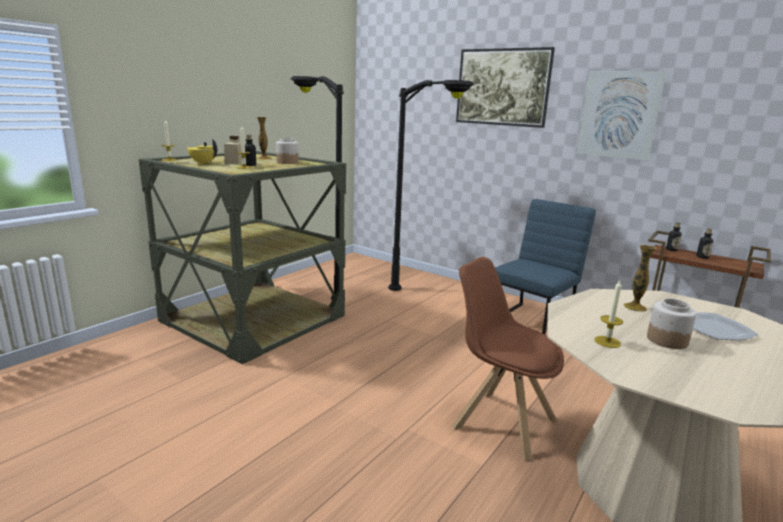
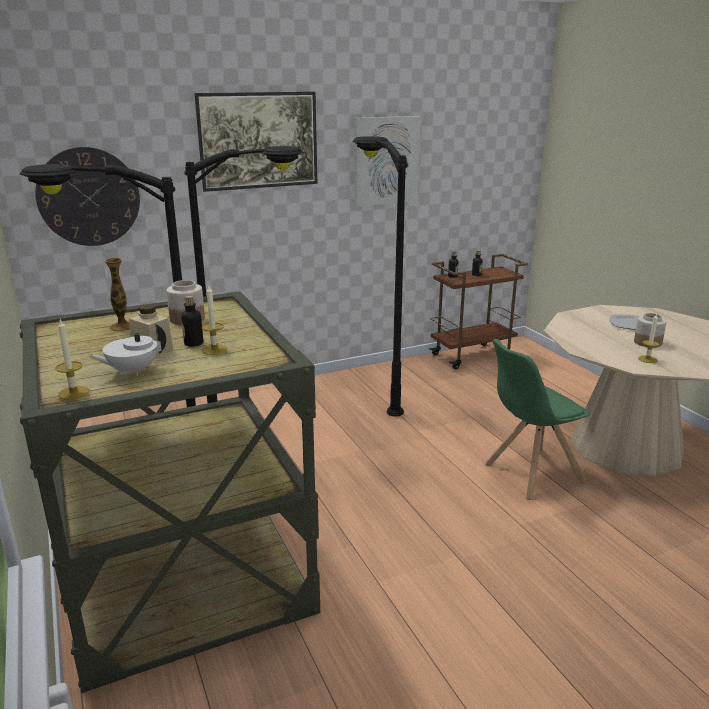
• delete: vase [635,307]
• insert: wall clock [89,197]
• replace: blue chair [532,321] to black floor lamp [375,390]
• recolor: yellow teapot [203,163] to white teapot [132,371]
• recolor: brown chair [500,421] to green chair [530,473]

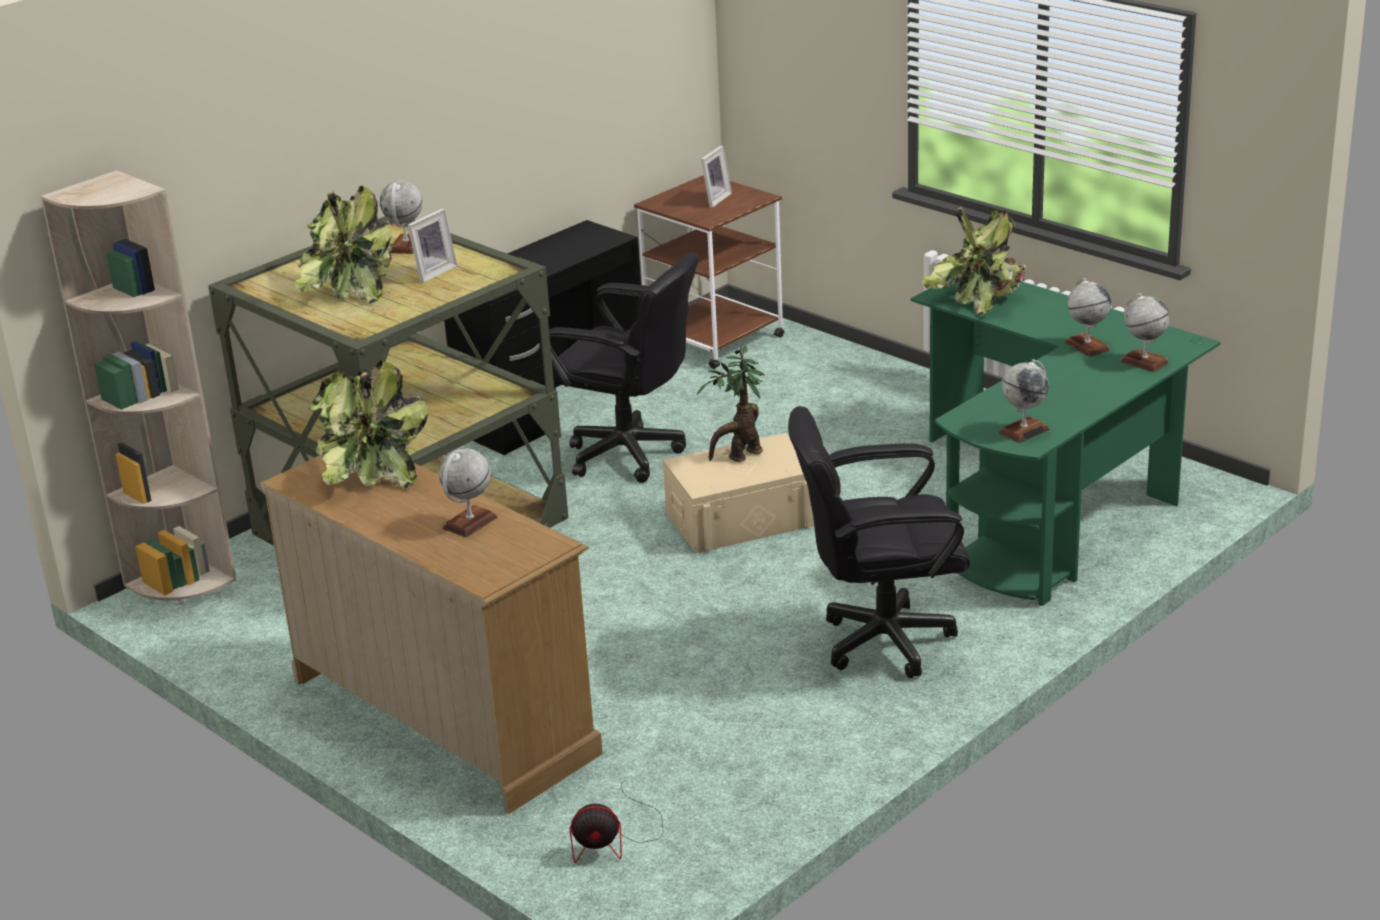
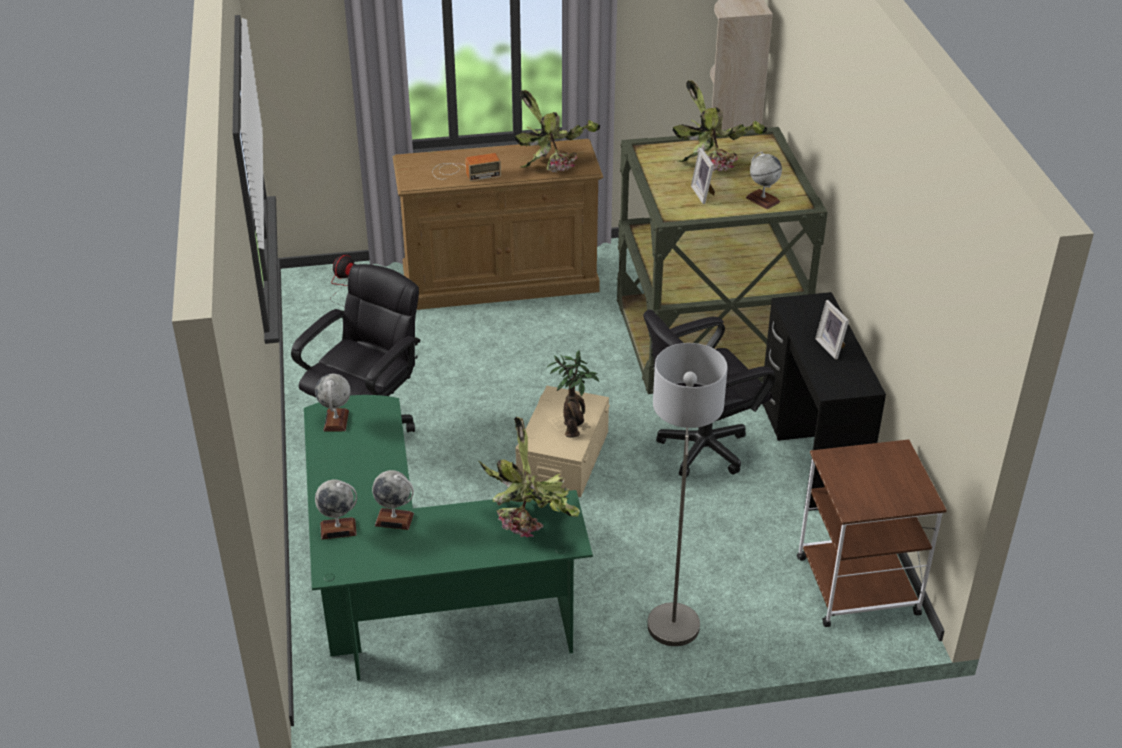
• insert: grey floor lamp [673,614]
• move: picture frame [714,199] to [832,347]
• replace: globe [470,523] to radio [464,172]

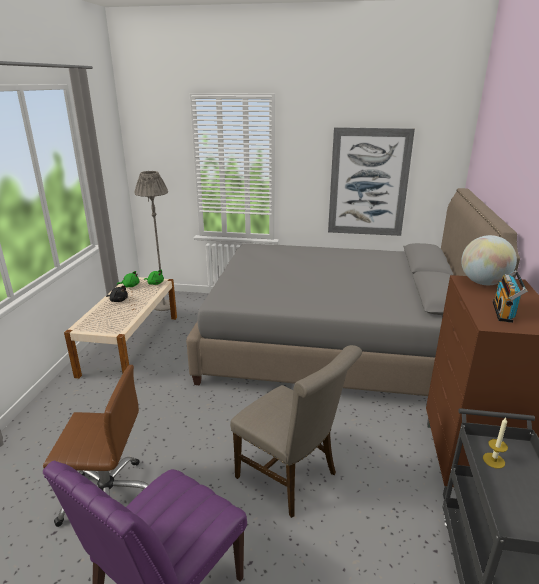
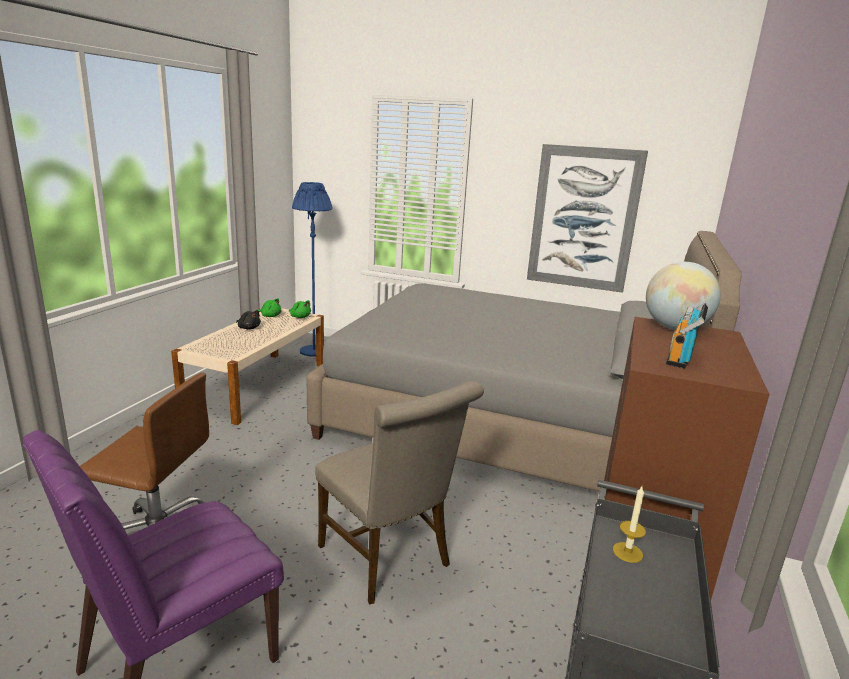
• recolor: grey floor lamp [164,305] to blue floor lamp [314,351]

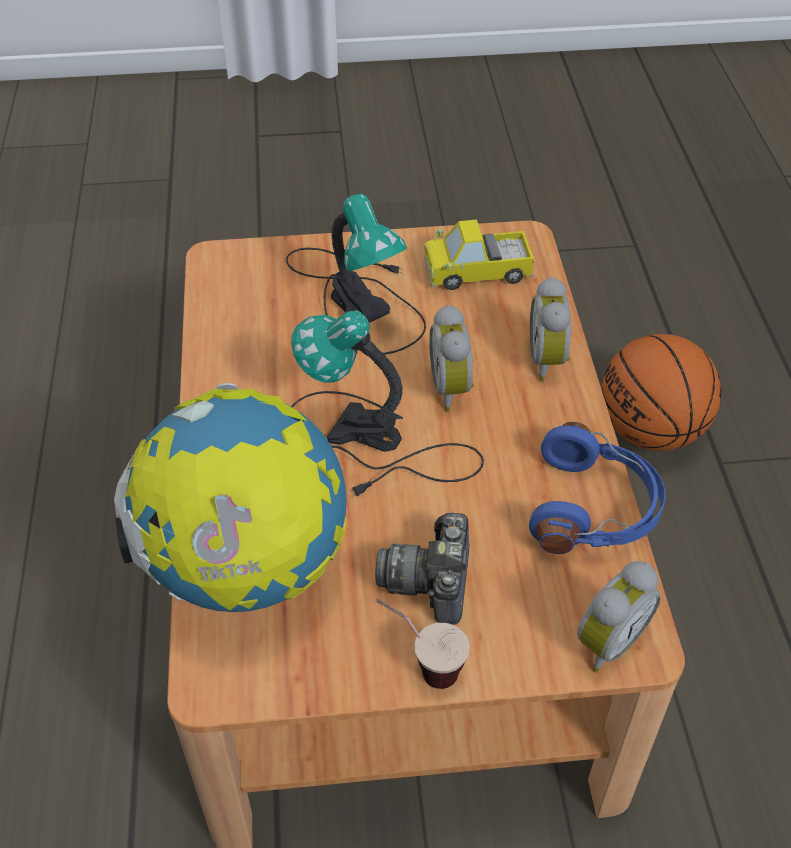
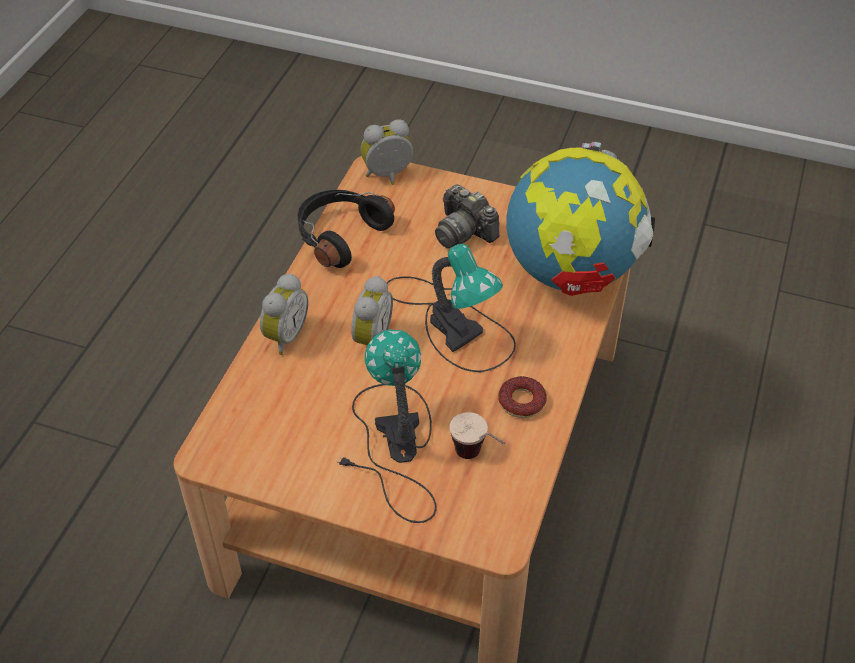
• delete: toy truck [477,273]
• delete: basketball [651,430]
• insert: donut [521,401]
• move: cup [420,665] to [477,459]
• recolor: blue headphones [594,509] to black headphones [339,235]
• rotate: photo camera [431,581] = [464,231] 105 degrees clockwise

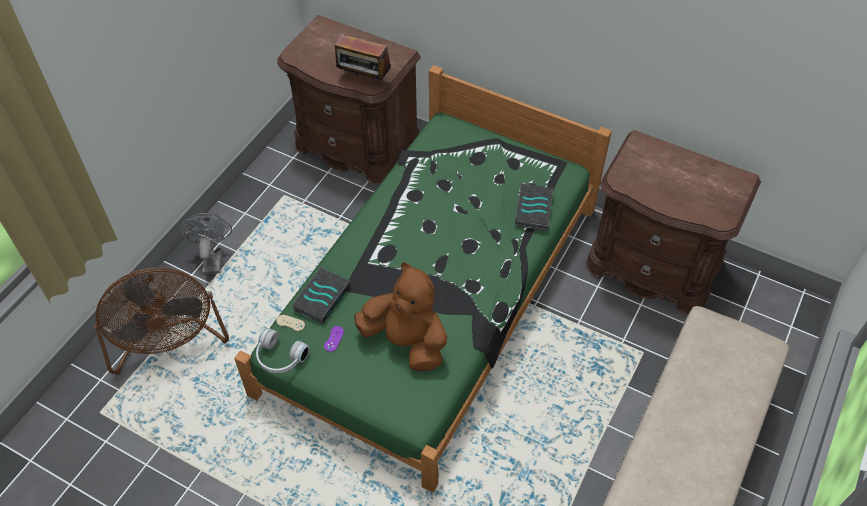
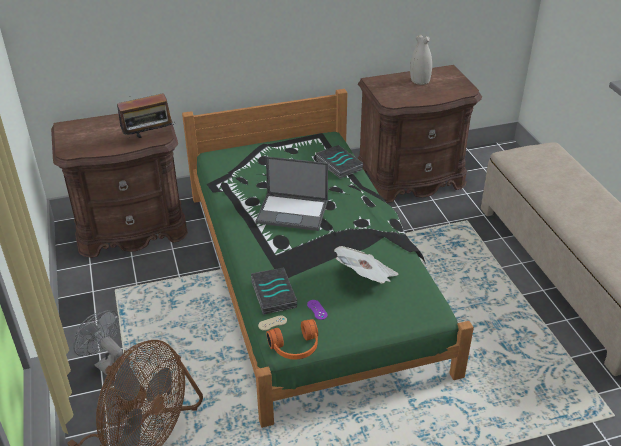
• insert: laptop [293,212]
• insert: white vase [419,80]
• replace: brown plush toy [406,342] to newspaper [366,277]
• recolor: white headphones [279,358] to orange headphones [296,348]

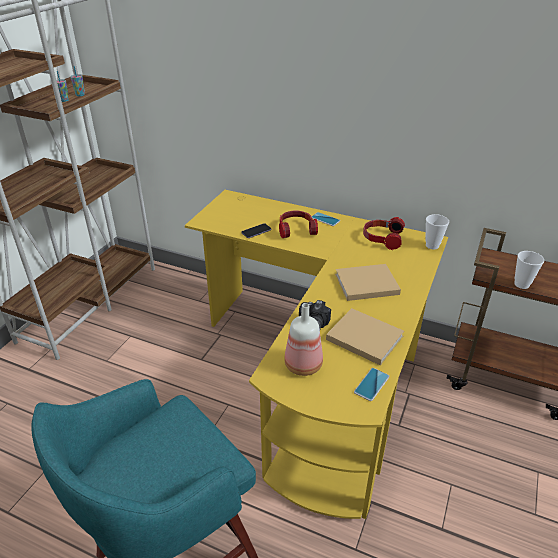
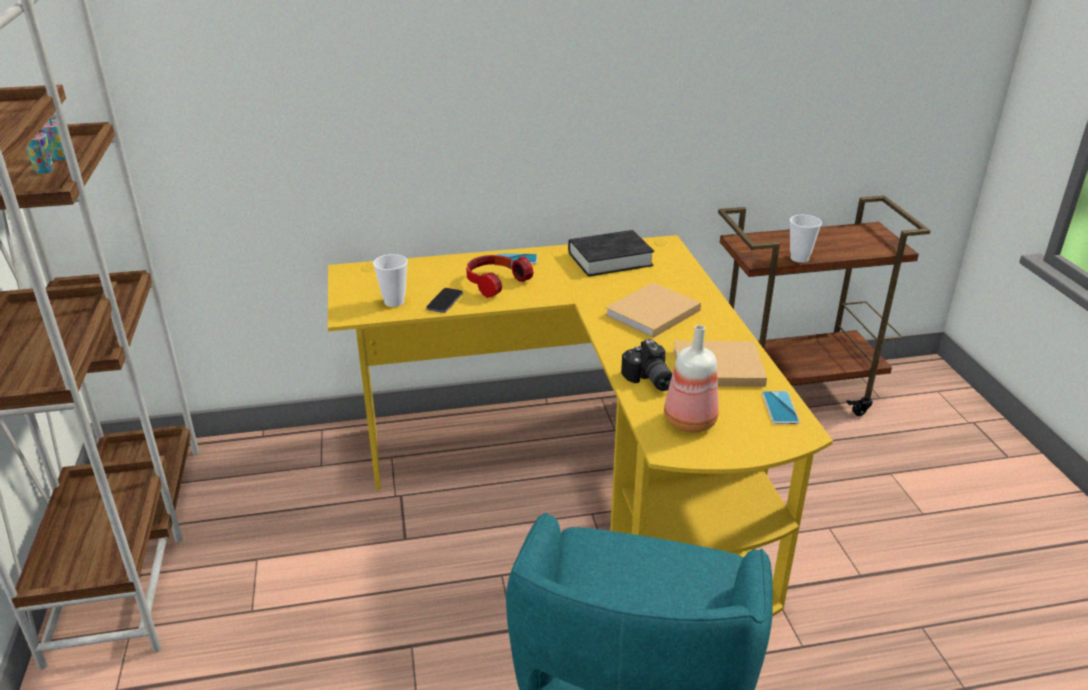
• move: cup [432,245] to [394,302]
• replace: headphones [382,238] to black book [610,259]

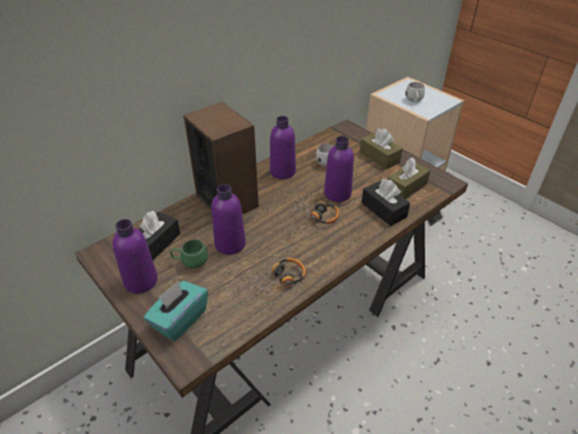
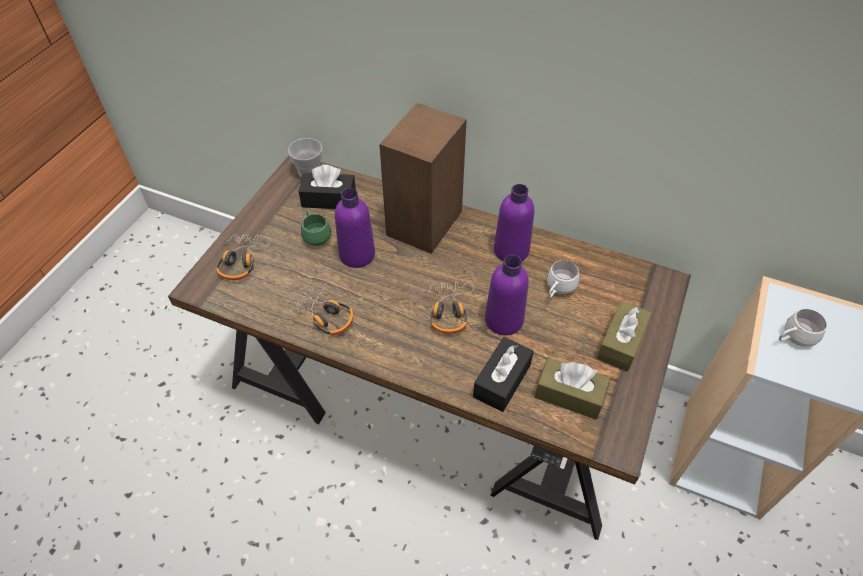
• delete: purple bottle [141,281]
• insert: cup [309,171]
• replace: turquoise tissue box [179,319] to headphones [241,261]

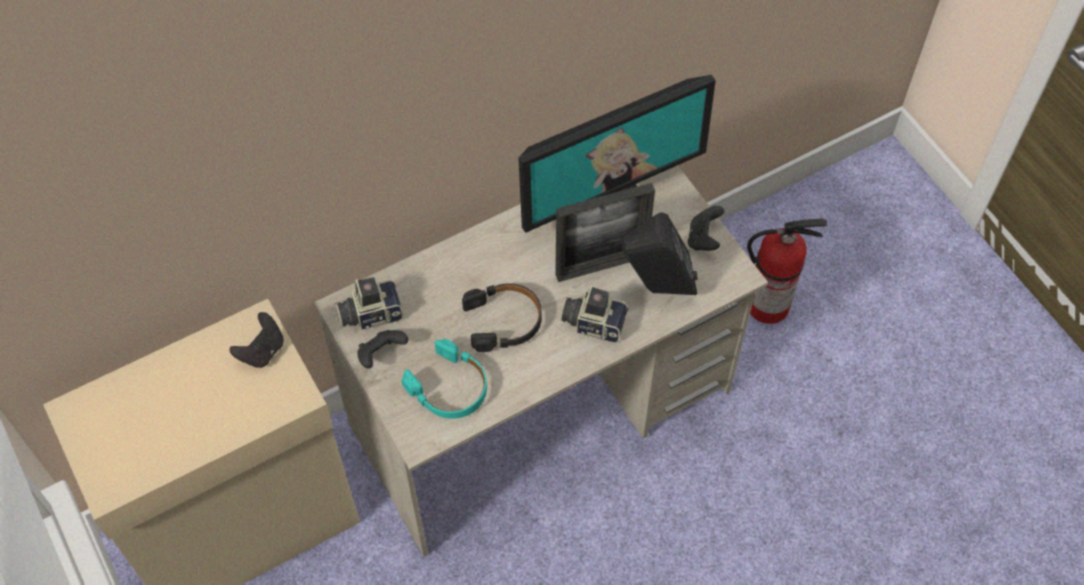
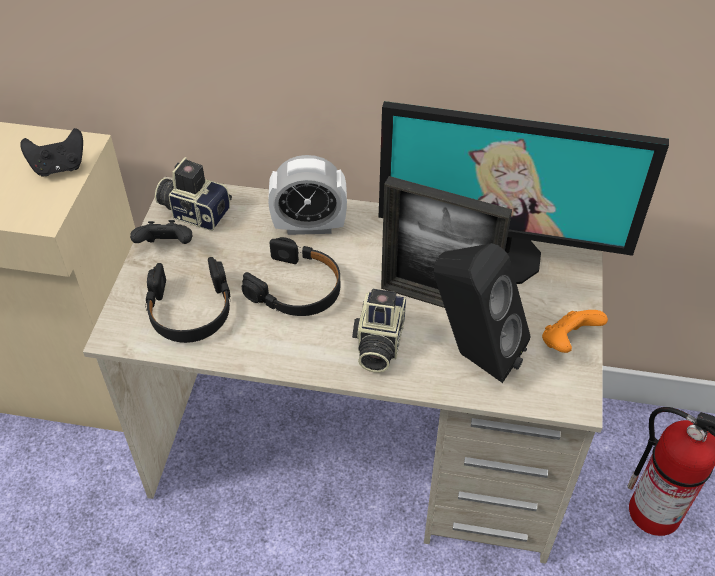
• insert: alarm clock [309,226]
• recolor: turquoise headphones [449,387] to black headphones [190,310]
• recolor: black game controller [704,238] to orange game controller [567,342]
• rotate: photo camera [593,322] = [377,343] 135 degrees counterclockwise

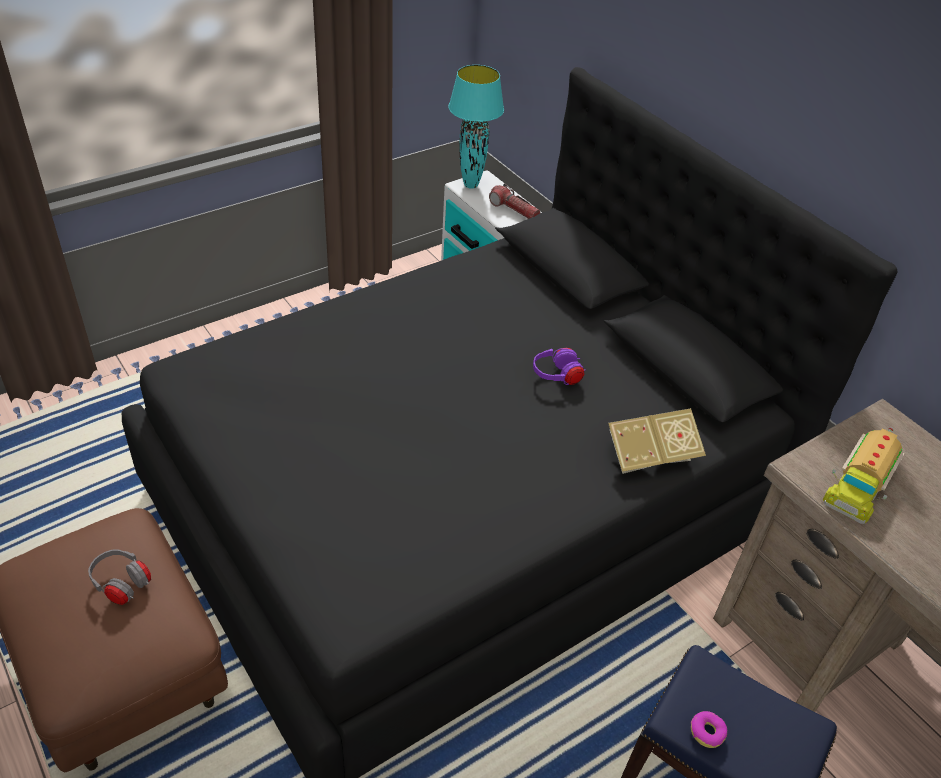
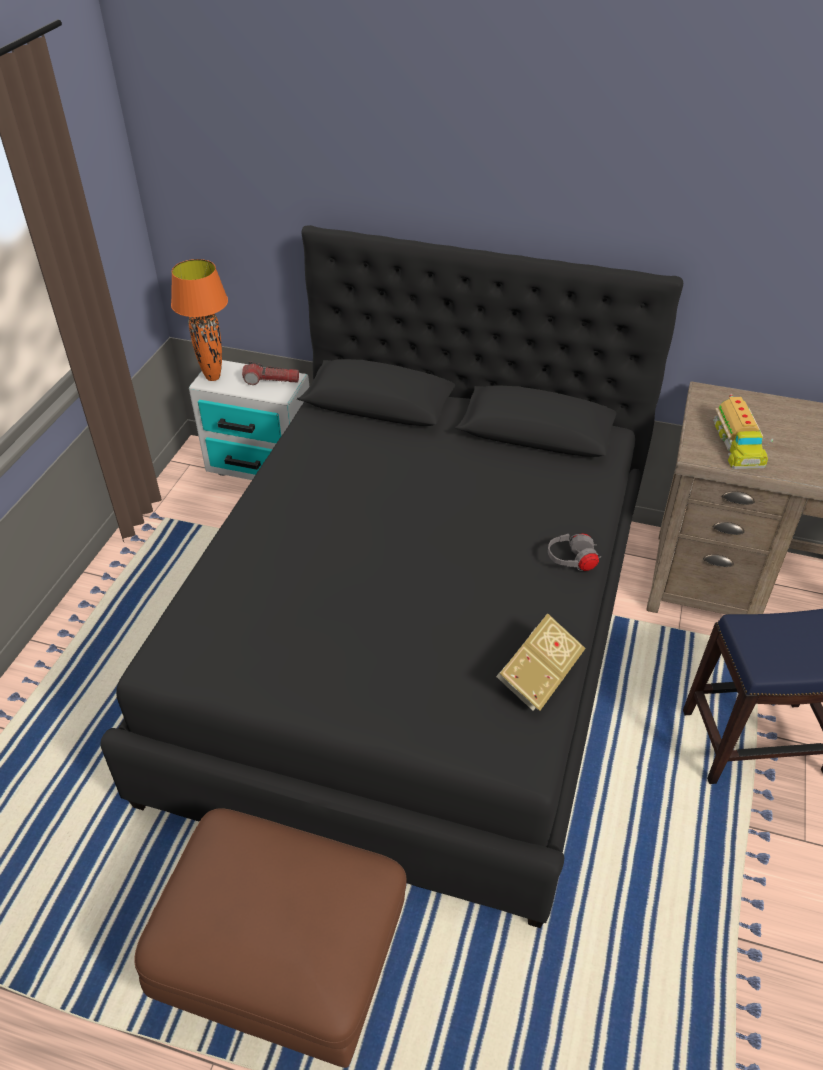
• delete: purple headphones [556,376]
• delete: donut [707,732]
• move: grey headphones [122,584] to [572,561]
• move: book [650,455] to [538,677]
• recolor: turquoise table lamp [470,185] to orange table lamp [212,377]

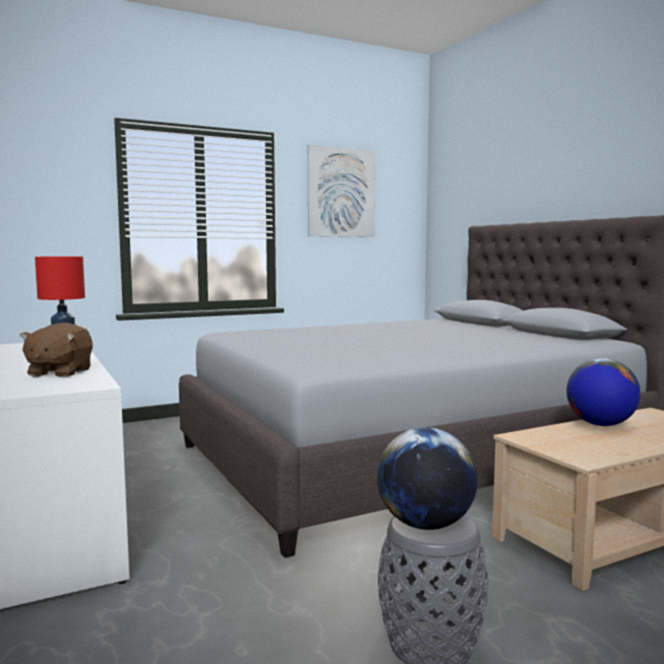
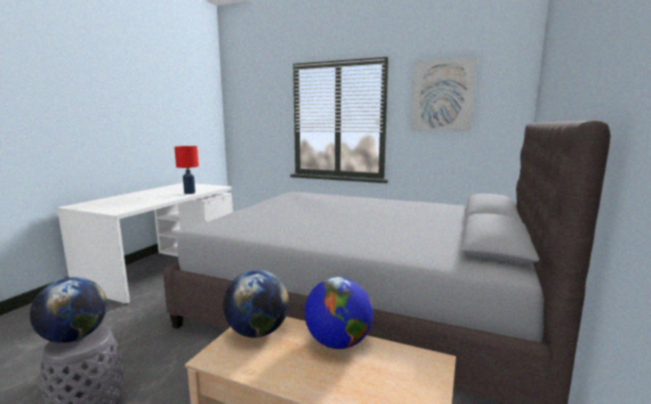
• delete: brown plush toy [59,373]
• insert: globe [257,332]

